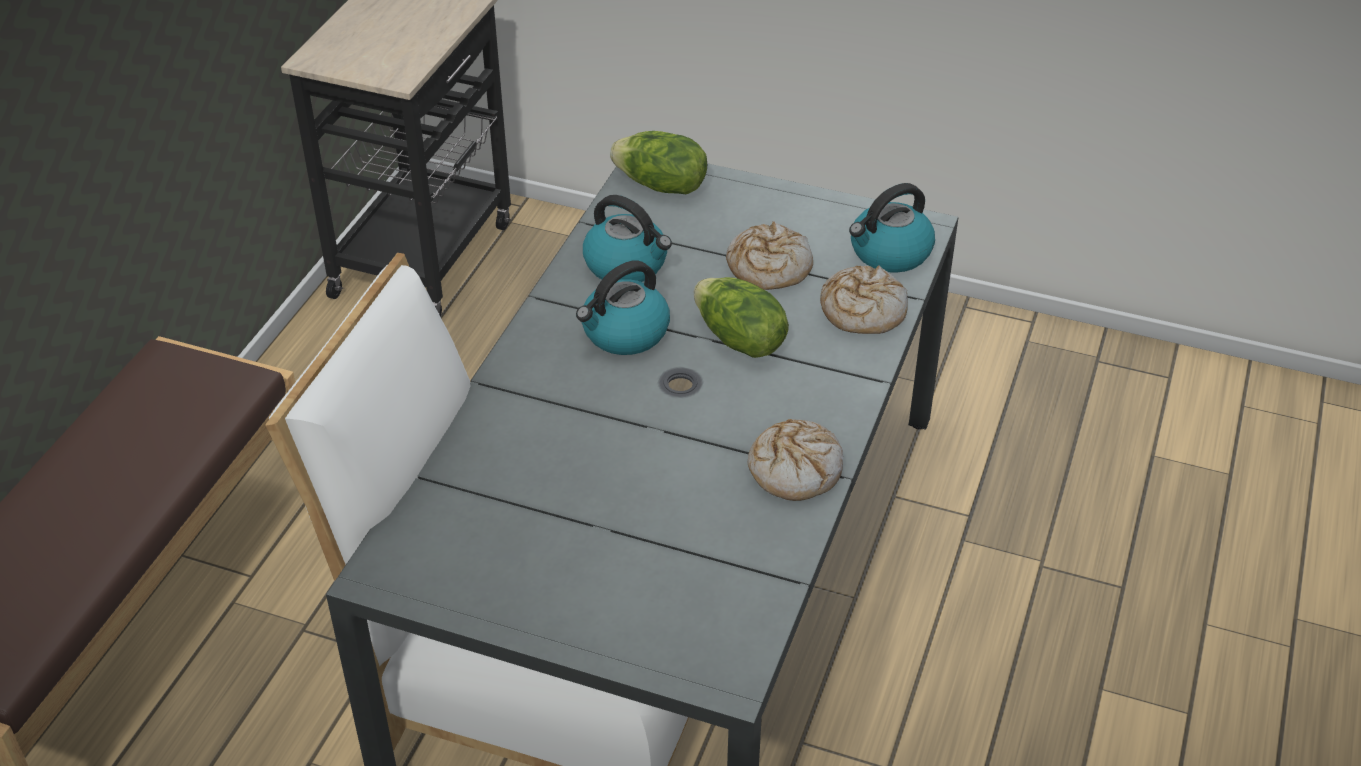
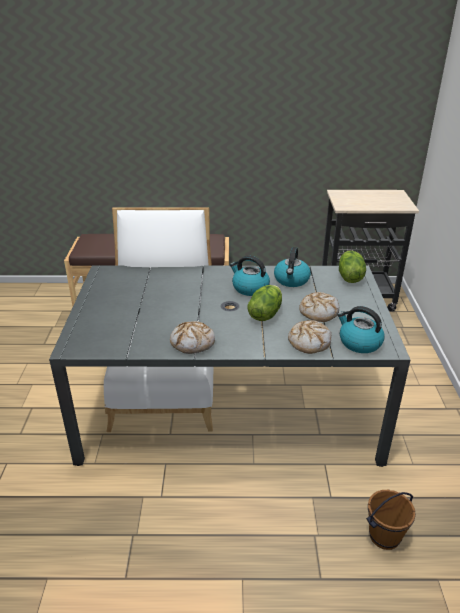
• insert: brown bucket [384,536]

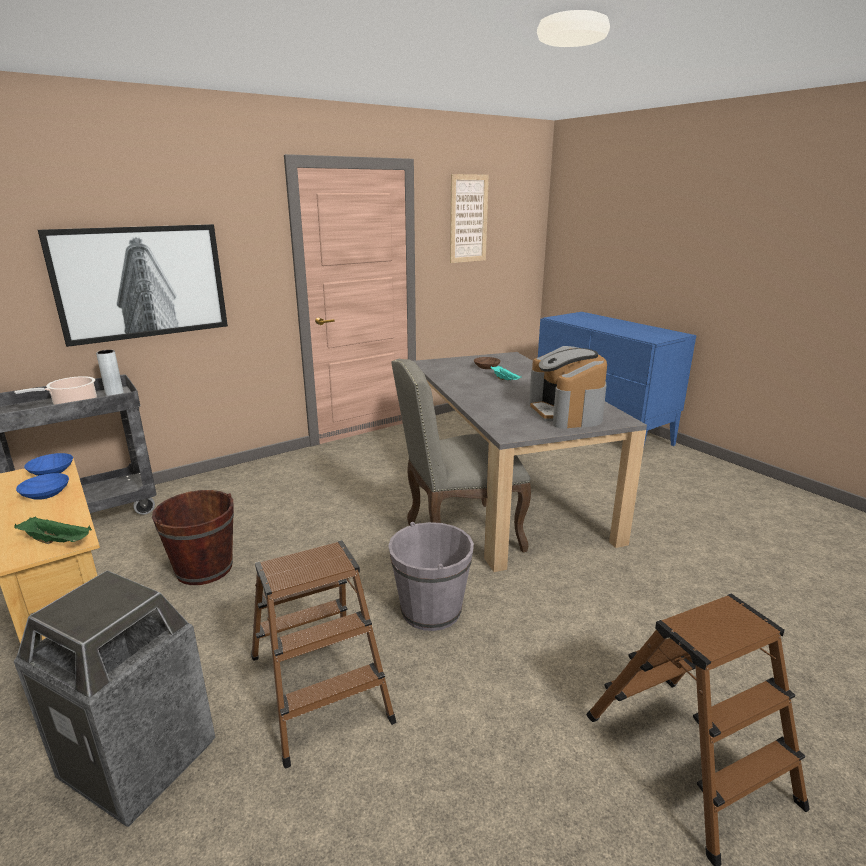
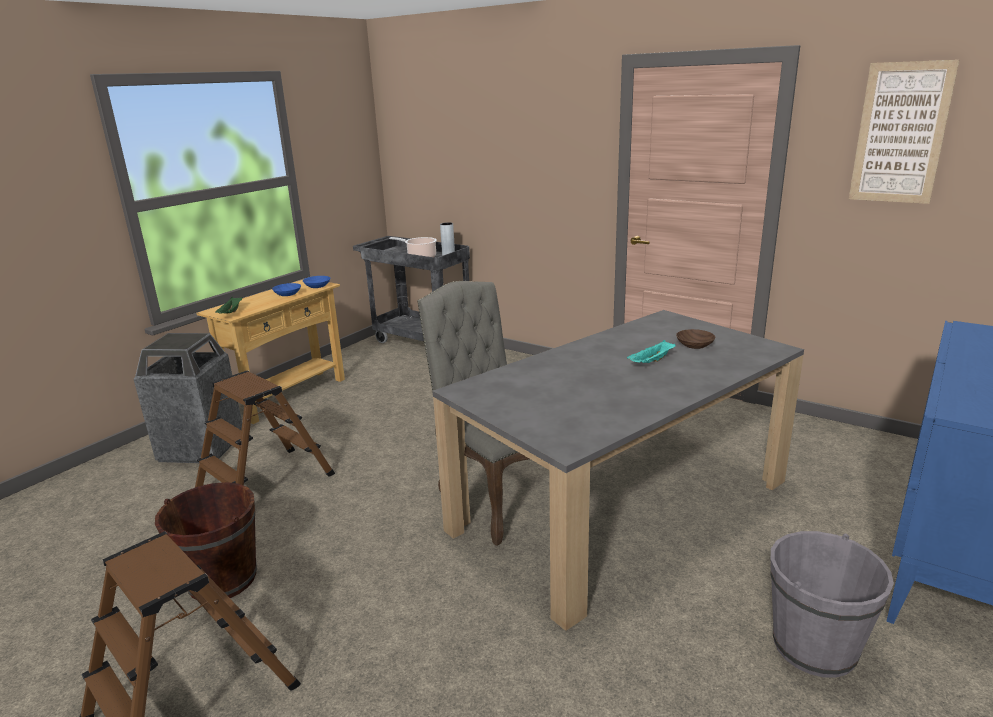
• delete: picture [141,282]
• delete: coffee machine [566,412]
• move: brown bucket [204,568] to [222,579]
• move: grey bucket [431,610] to [814,646]

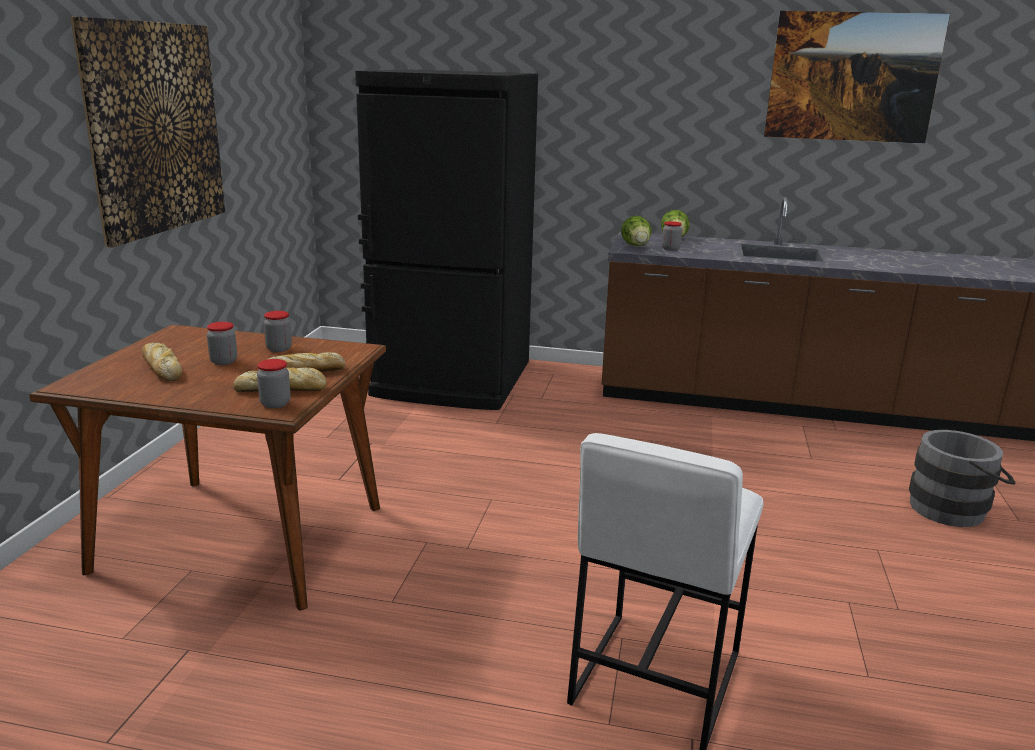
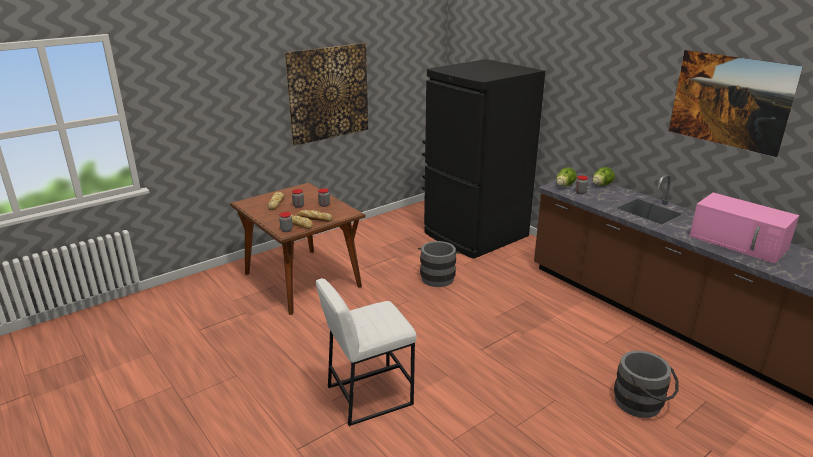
• insert: grey bucket [438,277]
• insert: pink microwave [739,243]

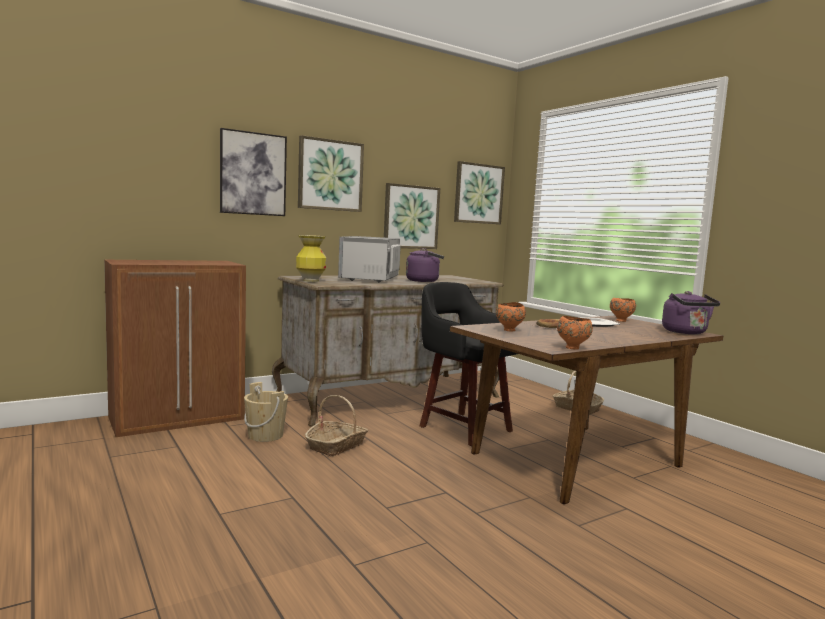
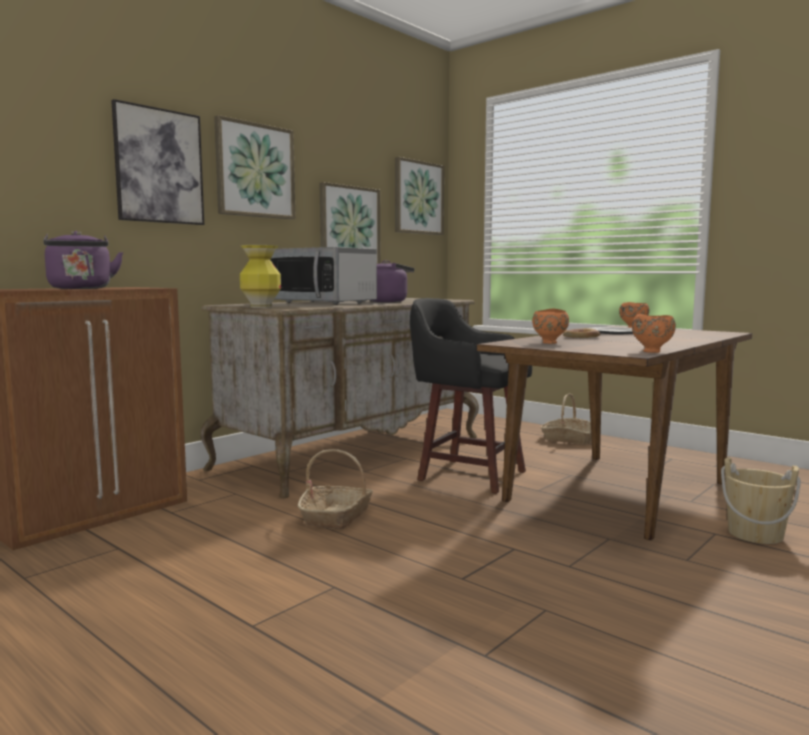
• move: beige bucket [265,435] to [755,534]
• move: purple kettle [686,332] to [81,288]
• rotate: microwave [370,279] = [323,303] 45 degrees counterclockwise

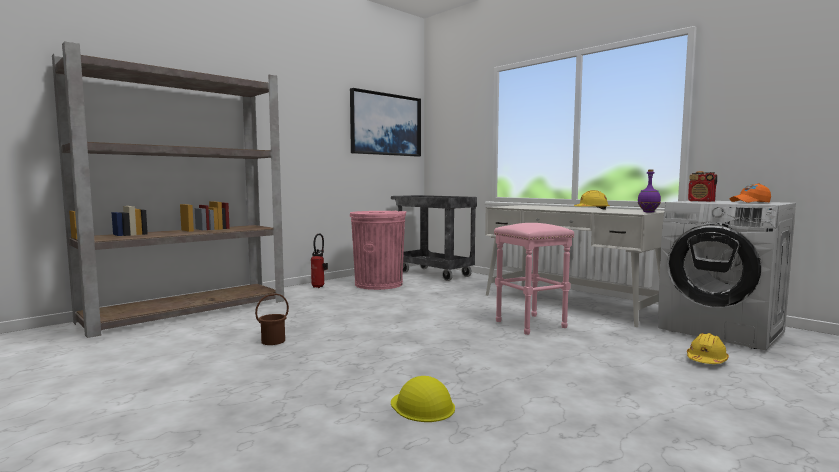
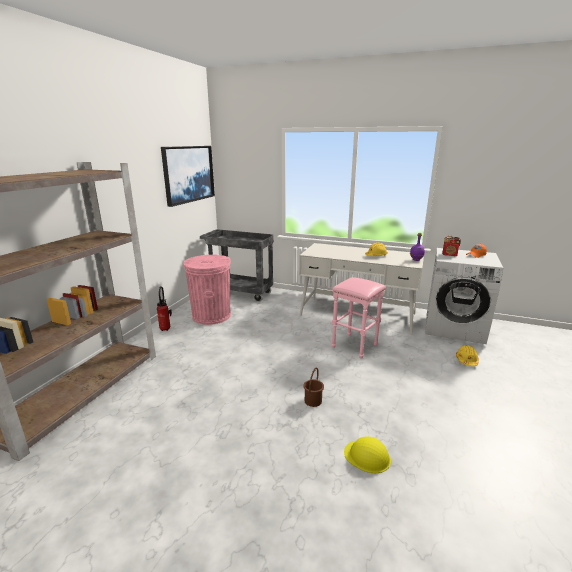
• move: brown bucket [273,341] to [313,401]

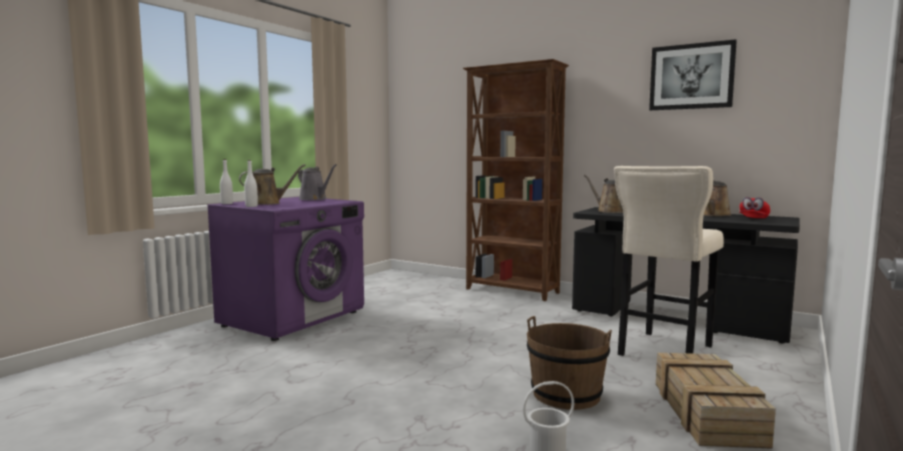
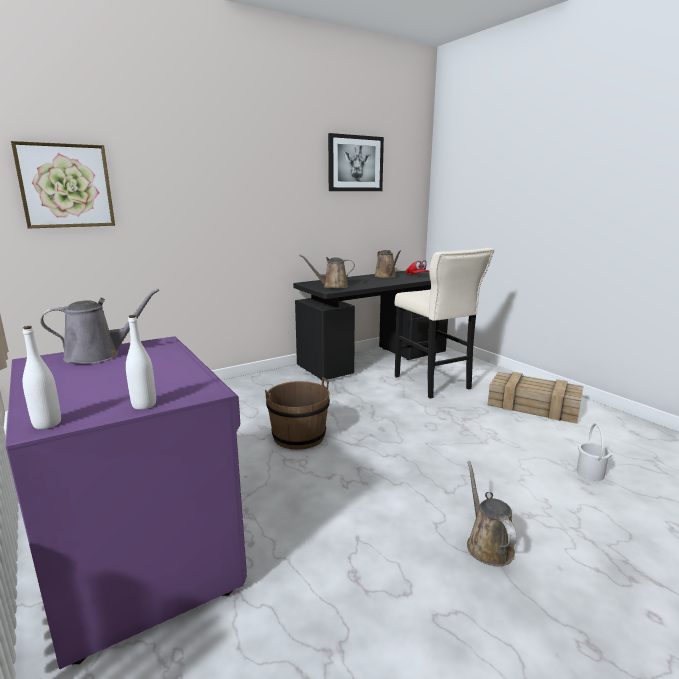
• delete: brown bookcase [512,291]
• insert: picture [66,186]
• move: brown watering can [268,203] to [487,545]
• move: brown bucket [566,394] to [299,436]

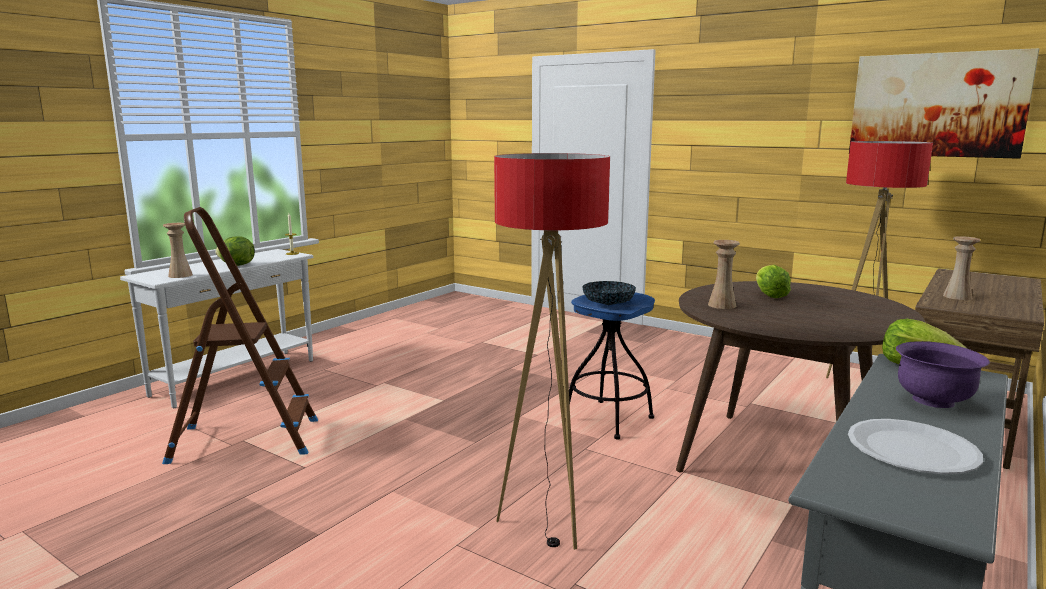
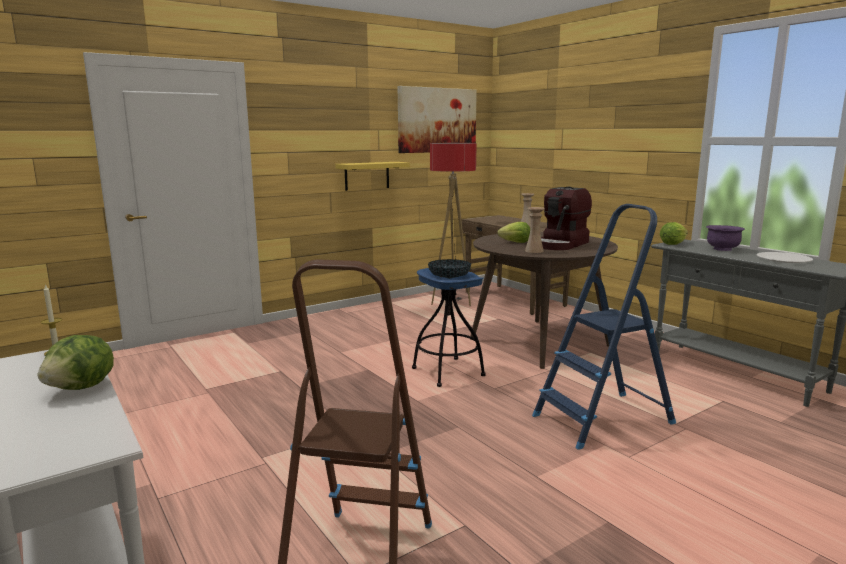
• delete: beige vase [180,275]
• insert: yellow shelf [367,176]
• insert: coffee machine [562,244]
• replace: floor lamp [548,522] to blue step ladder [601,419]

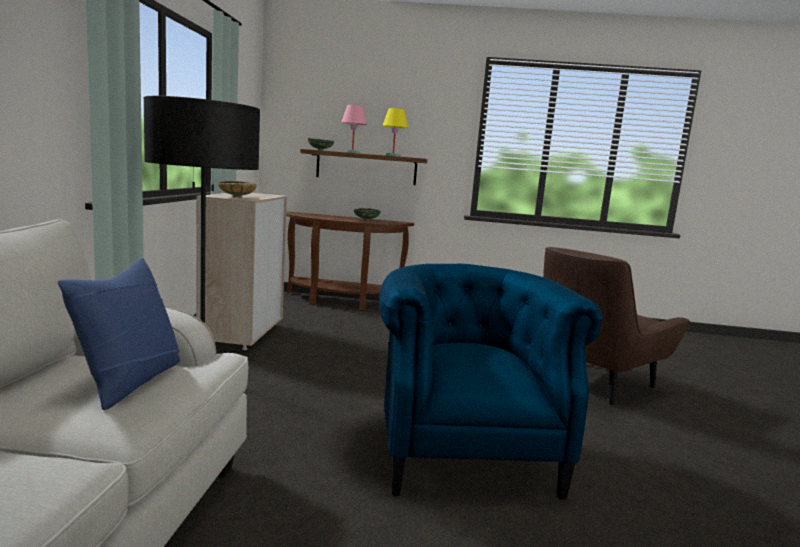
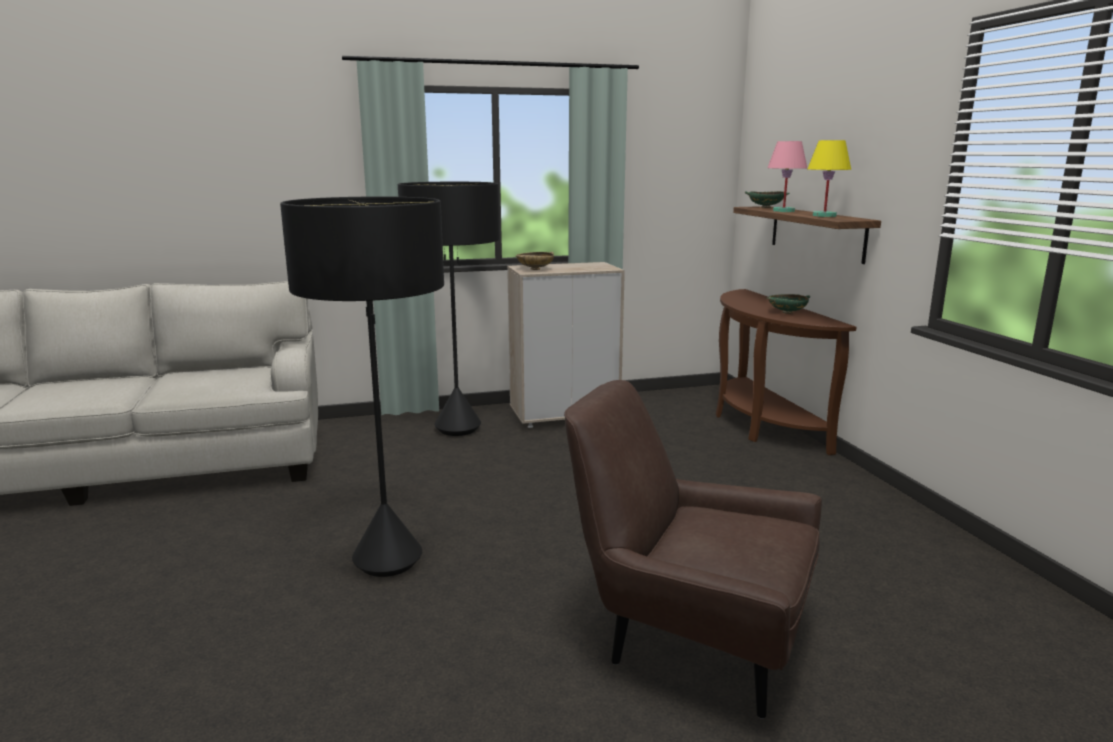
• delete: blue pillow [130,381]
• replace: blue armchair [463,450] to black floor lamp [388,562]

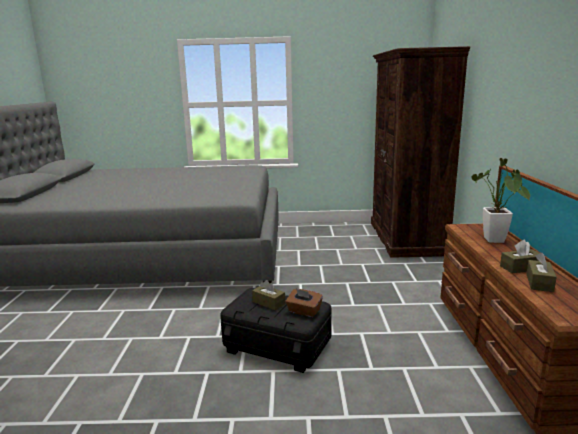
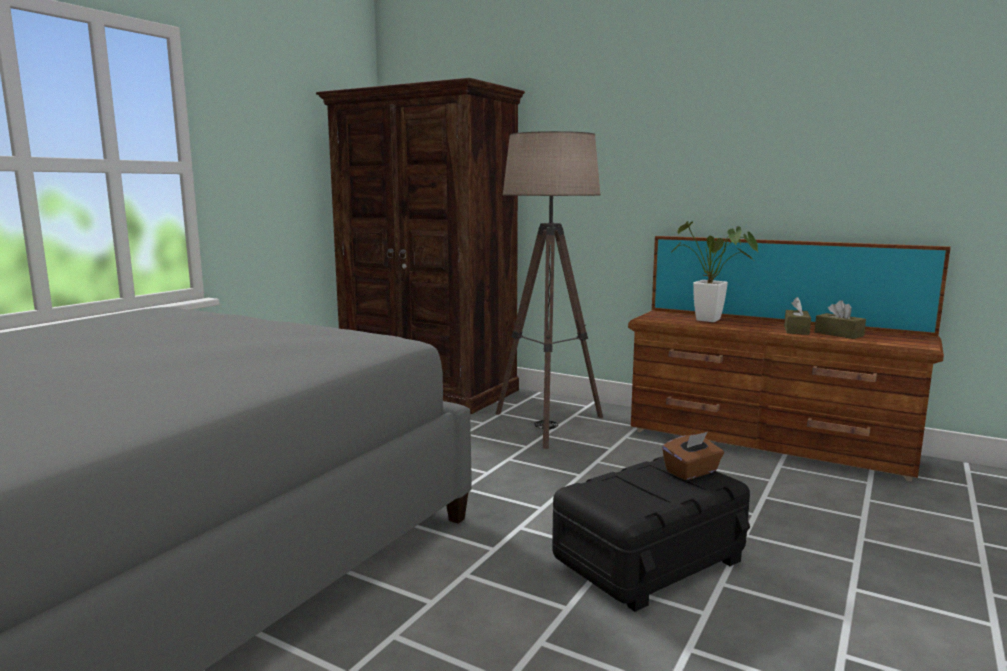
• delete: brown tissue box [268,303]
• insert: floor lamp [548,425]

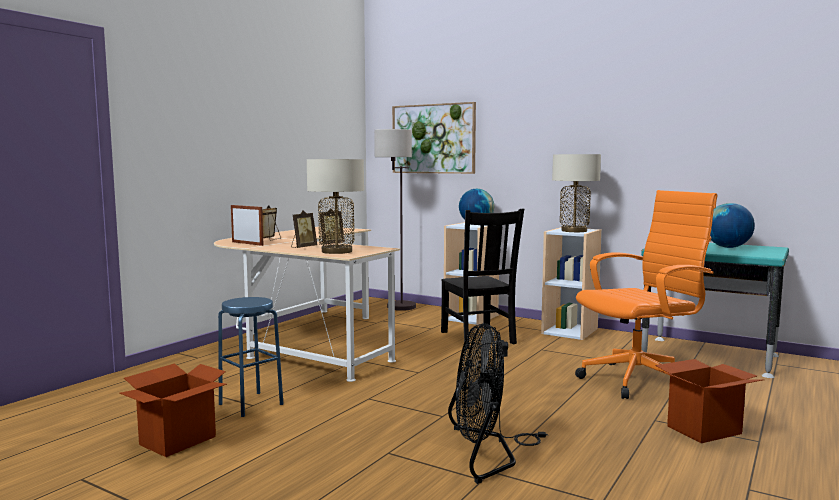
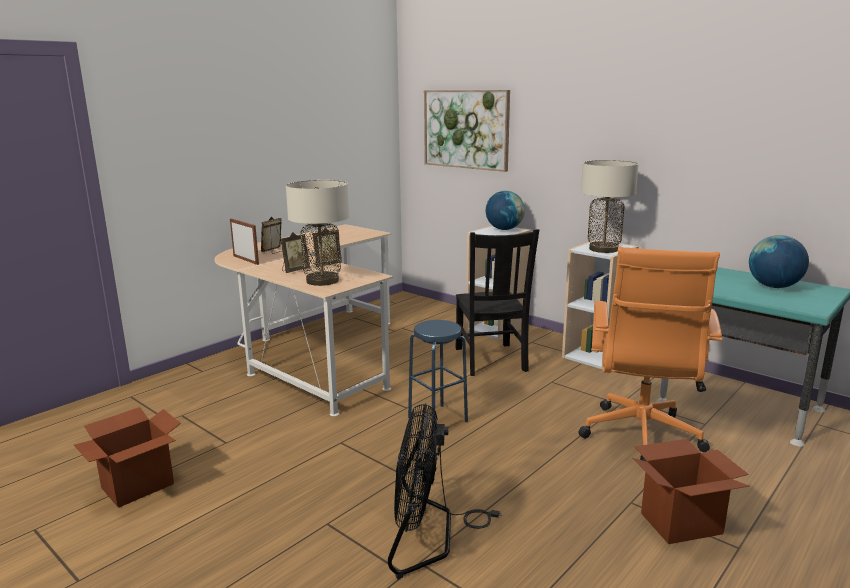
• delete: grey floor lamp [396,309]
• move: blue stool [251,404] to [438,419]
• rotate: orange office chair [639,380] = [641,438] 120 degrees clockwise

